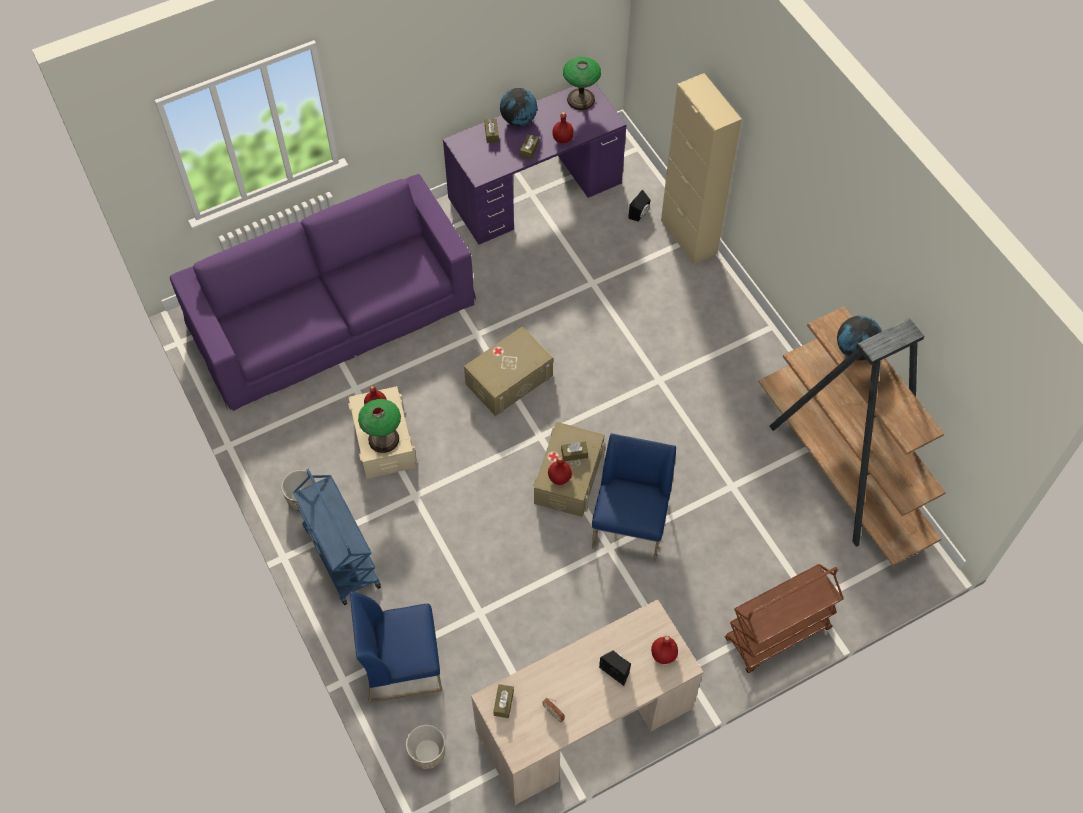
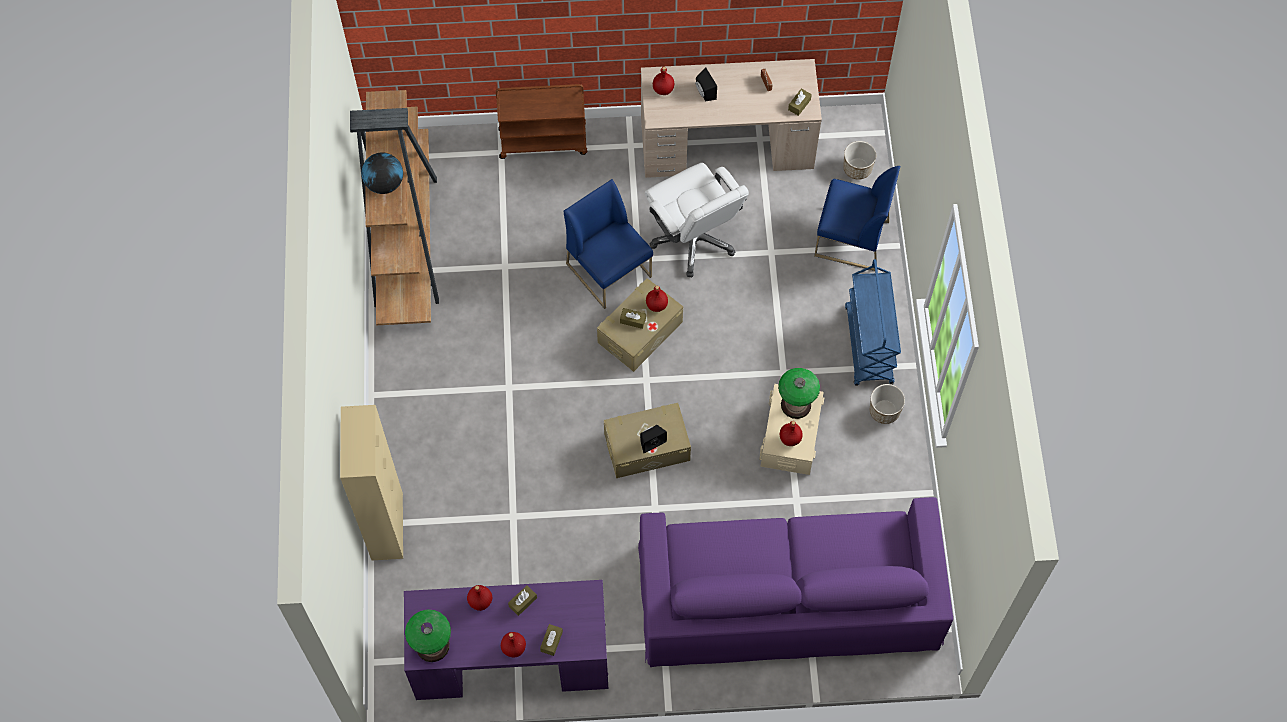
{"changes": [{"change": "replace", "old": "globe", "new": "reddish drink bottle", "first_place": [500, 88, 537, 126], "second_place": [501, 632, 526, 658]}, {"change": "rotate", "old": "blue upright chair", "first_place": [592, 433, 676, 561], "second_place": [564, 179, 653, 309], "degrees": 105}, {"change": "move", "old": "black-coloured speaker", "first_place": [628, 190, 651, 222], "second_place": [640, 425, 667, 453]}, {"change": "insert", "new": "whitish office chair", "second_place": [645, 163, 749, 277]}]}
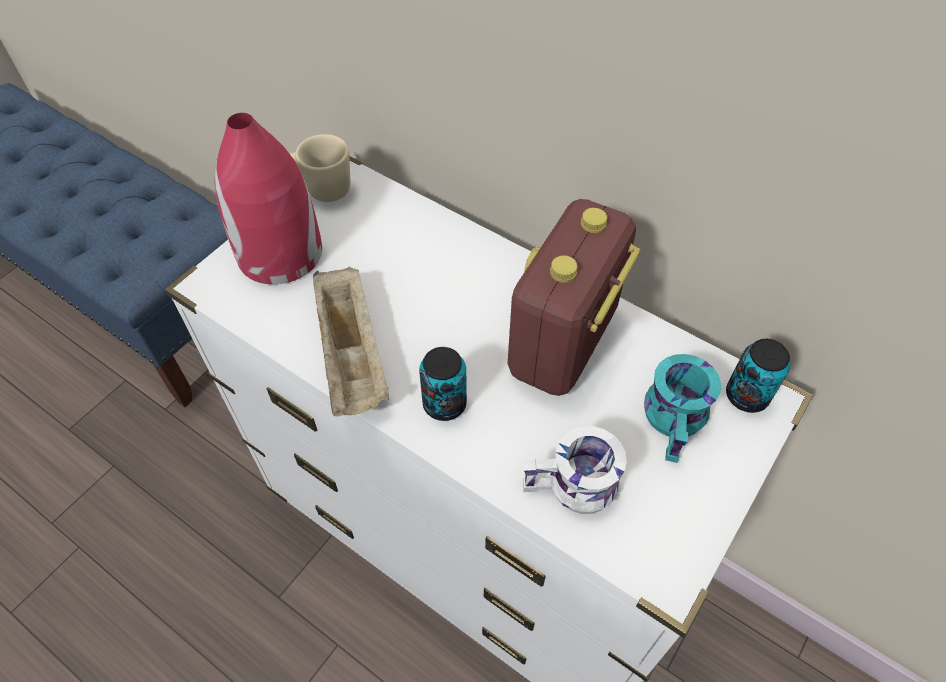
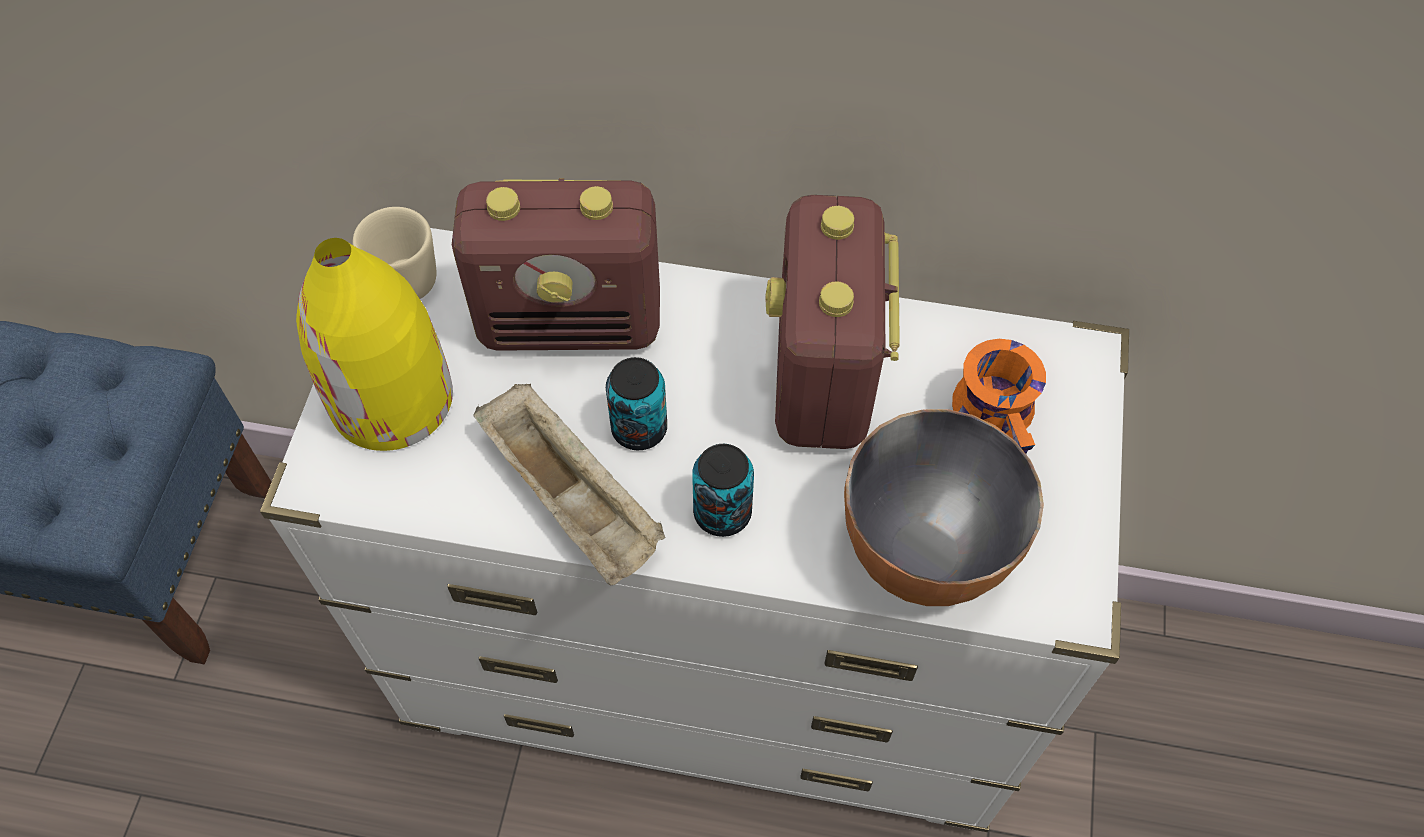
{"changes": [{"change": "recolor", "old": "reddish vase", "new": "yellow vase", "first_place": [214, 113, 322, 285], "second_place": [296, 238, 453, 451]}, {"change": "replace", "old": "whitish coffee mug", "new": "bowl", "first_place": [523, 426, 627, 514], "second_place": [844, 409, 1044, 606]}, {"change": "recolor", "old": "blue-green coffee mug", "new": "orange-coloured coffee mug", "first_place": [644, 354, 721, 463], "second_place": [952, 339, 1046, 454]}, {"change": "move", "old": "sealed can", "first_place": [726, 339, 790, 413], "second_place": [606, 357, 667, 450]}, {"change": "insert", "new": "radio receiver", "second_place": [452, 178, 660, 351]}]}
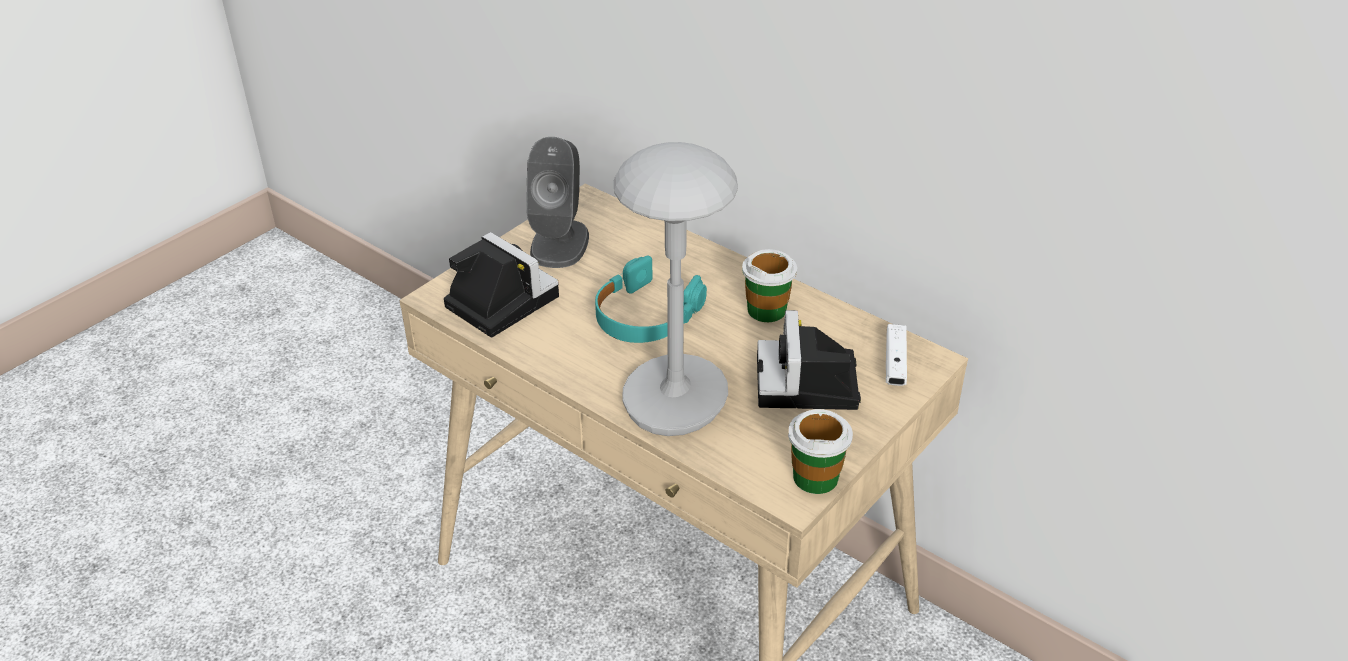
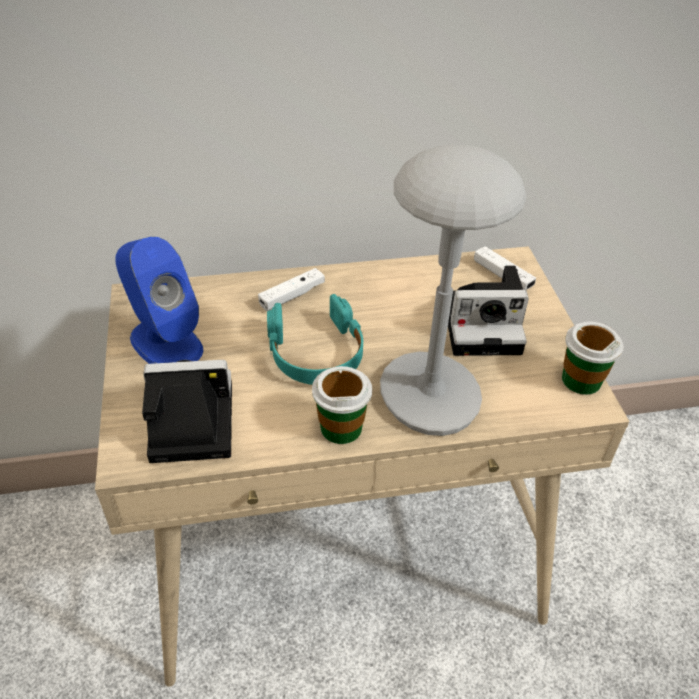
{"changes": [{"change": "recolor", "old": "gray speaker", "new": "blue speaker", "first_place": [526, 137, 589, 268], "second_place": [115, 237, 203, 364]}, {"change": "move", "old": "cup", "first_place": [742, 249, 797, 322], "second_place": [312, 366, 372, 444]}, {"change": "rotate", "old": "still camera", "first_place": [757, 310, 861, 410], "second_place": [448, 266, 529, 356], "degrees": -45}, {"change": "insert", "new": "whitish joypad", "second_place": [258, 268, 325, 311]}]}
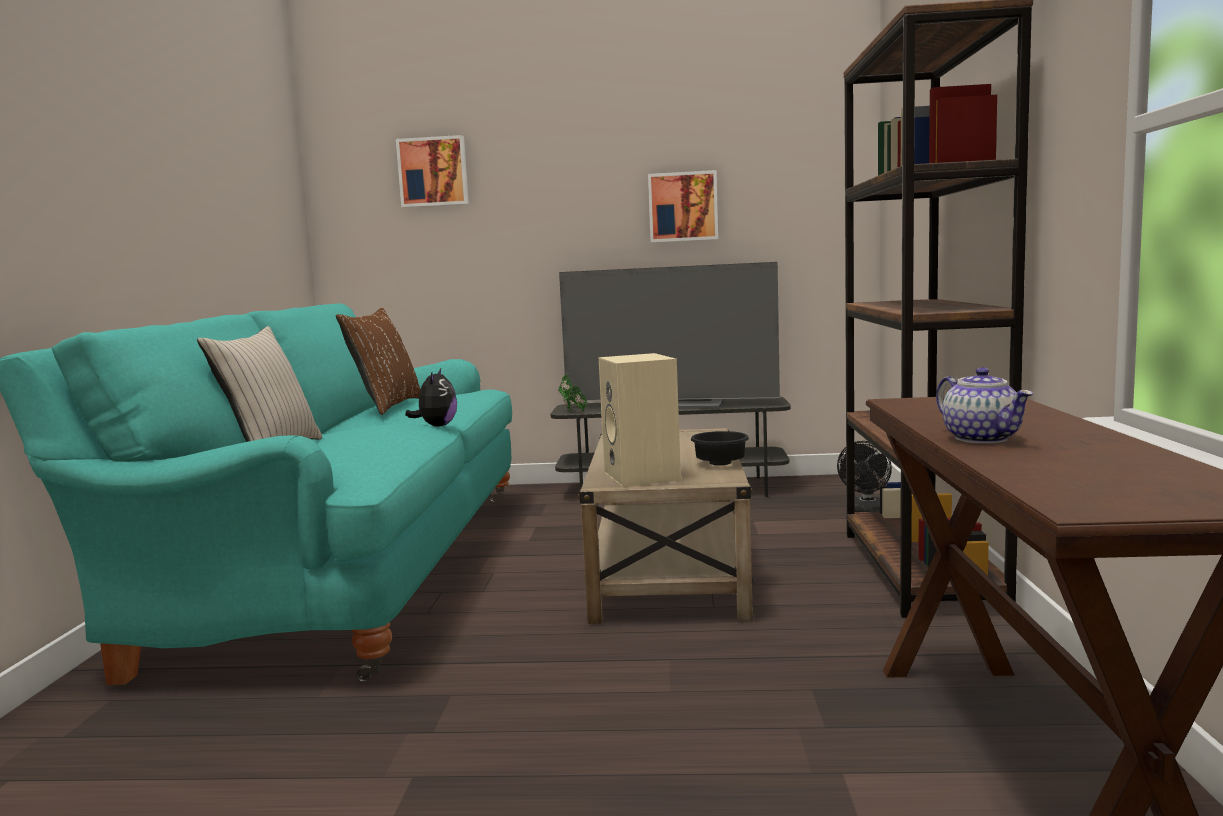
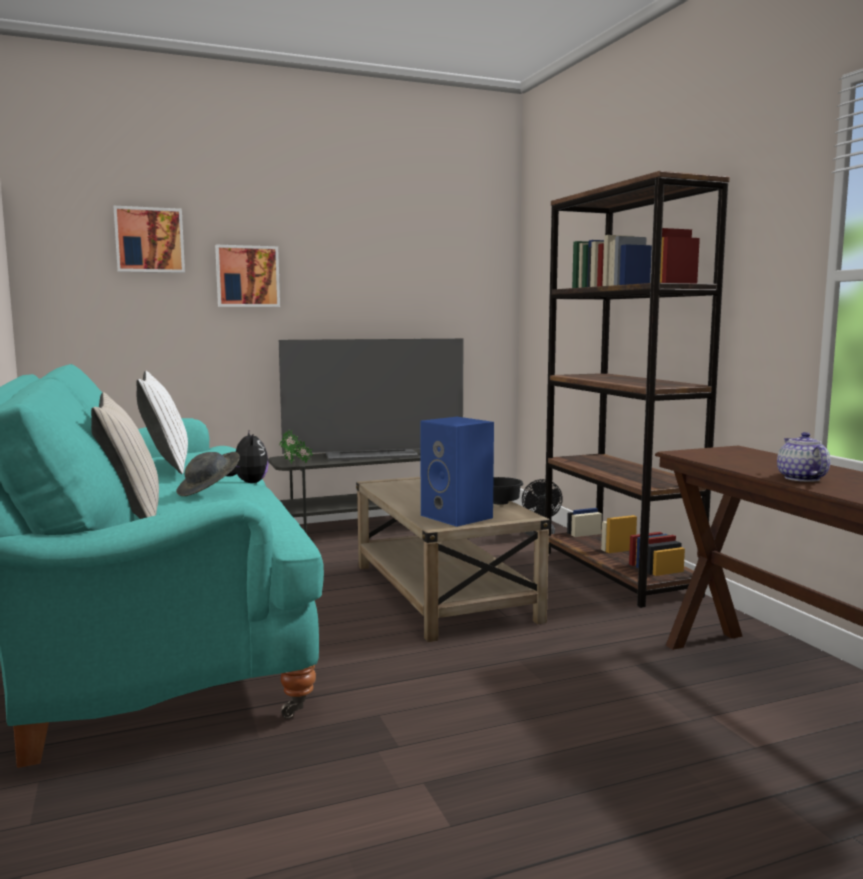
{"changes": [{"change": "recolor", "old": "brownish throw pillow", "new": "whitish throw pillow", "first_place": [336, 307, 421, 415], "second_place": [136, 371, 188, 474]}, {"change": "recolor", "old": "sand-coloured speaker", "new": "blue speaker", "first_place": [599, 353, 681, 487], "second_place": [420, 417, 494, 527]}, {"change": "move", "old": "picture", "first_place": [648, 170, 718, 243], "second_place": [215, 245, 280, 307]}, {"change": "rotate", "old": "pot for tea", "first_place": [936, 367, 1033, 444], "second_place": [777, 432, 831, 482], "degrees": -135}, {"change": "insert", "new": "gray wearable hat", "second_place": [176, 452, 240, 496]}]}
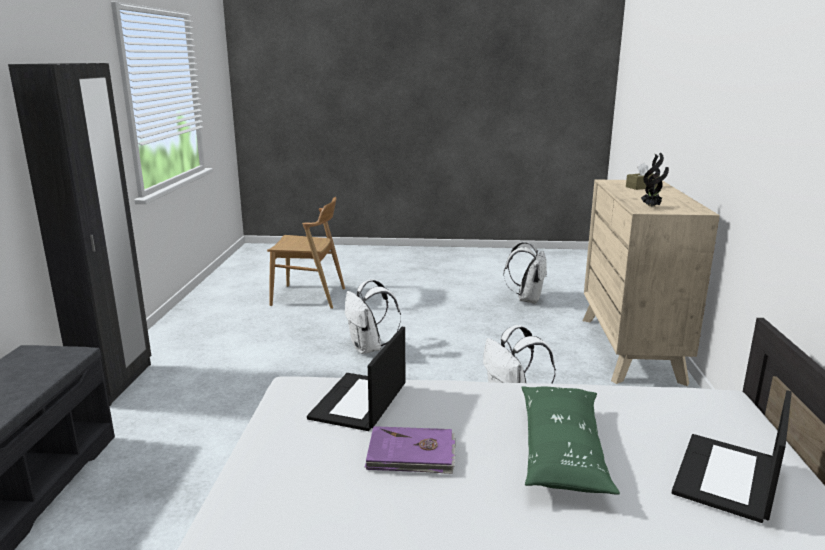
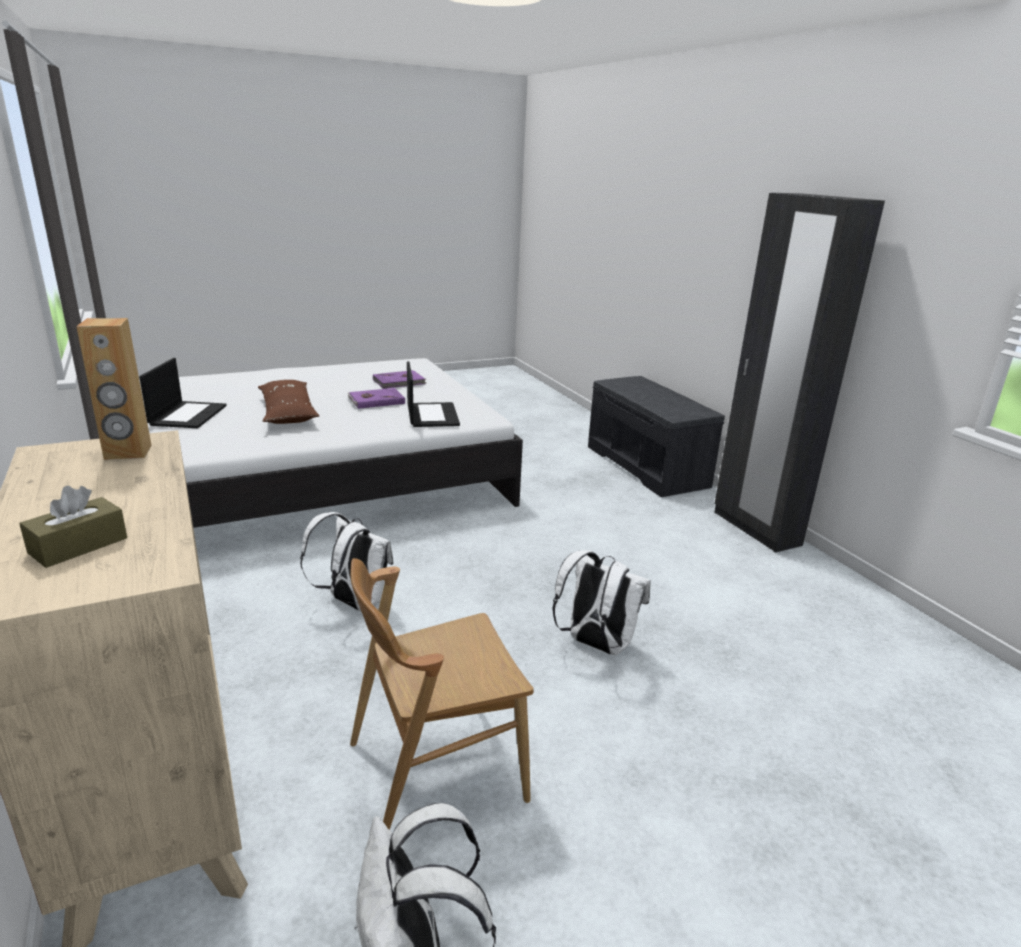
{"changes": [{"change": "move", "old": "brownish upright chair", "first_place": [267, 197, 345, 309], "second_place": [350, 558, 534, 830]}, {"change": "recolor", "old": "green throw pillow", "new": "brownish throw pillow", "first_place": [521, 386, 620, 495], "second_place": [258, 380, 319, 424]}, {"change": "replace", "old": "potted plant", "new": "brownish speaker", "first_place": [641, 153, 669, 207], "second_place": [76, 318, 152, 460]}, {"change": "insert", "new": "purple book", "second_place": [373, 370, 427, 389]}]}
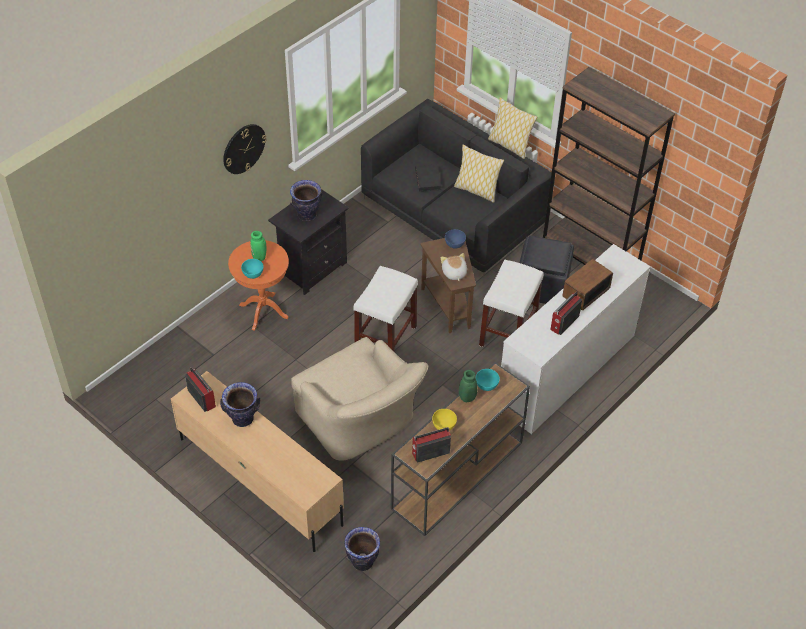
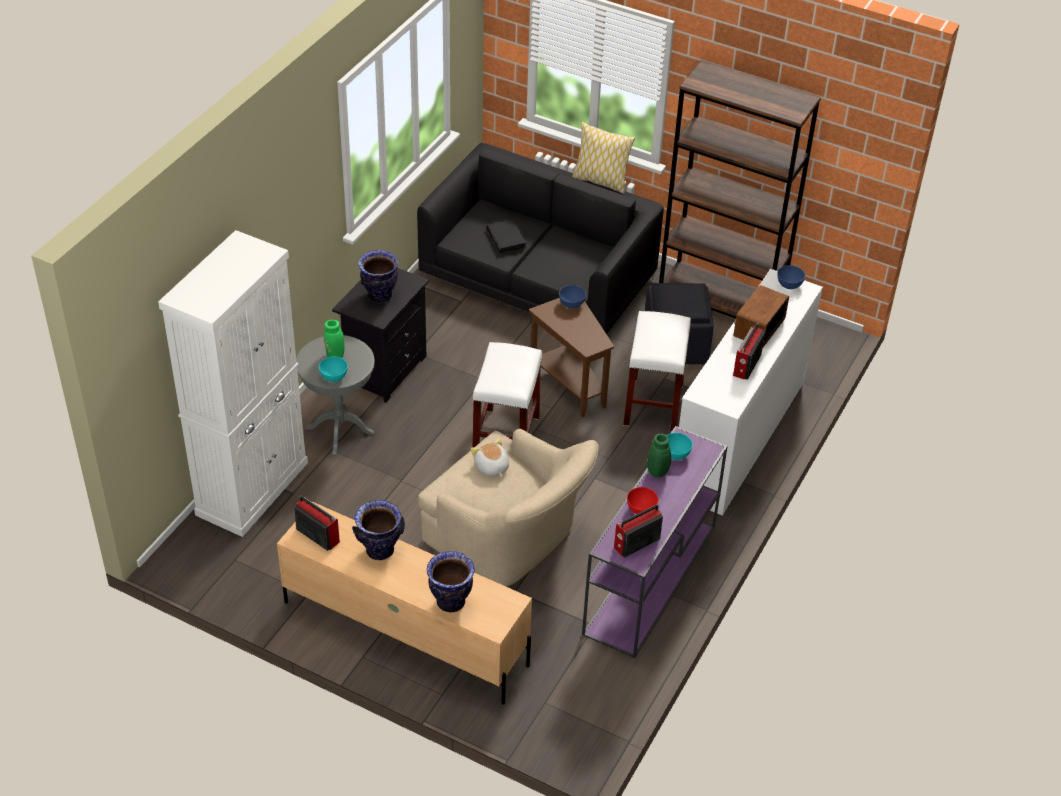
{"changes": [{"change": "delete", "old": "clock on the wall", "first_place": [223, 124, 267, 174]}, {"change": "recolor", "old": "orange-coloured end table", "new": "gray end table", "first_place": [228, 240, 289, 331], "second_place": [296, 335, 375, 456]}, {"change": "move", "old": "vase", "first_place": [344, 527, 380, 571], "second_place": [427, 551, 475, 612]}, {"change": "recolor", "old": "brownish hall table", "new": "purple hall table", "first_place": [391, 362, 530, 536], "second_place": [582, 426, 727, 658]}, {"change": "recolor", "old": "yellow bowl", "new": "reddish bowl", "first_place": [432, 409, 457, 431], "second_place": [627, 487, 658, 514]}, {"change": "move", "old": "soft toy", "first_place": [441, 253, 467, 281], "second_place": [471, 438, 509, 476]}, {"change": "delete", "old": "throw pillow", "first_place": [454, 145, 504, 203]}, {"change": "insert", "new": "whitish cabinet", "second_place": [158, 230, 308, 537]}, {"change": "insert", "new": "blue bowl", "second_place": [777, 265, 805, 289]}]}
